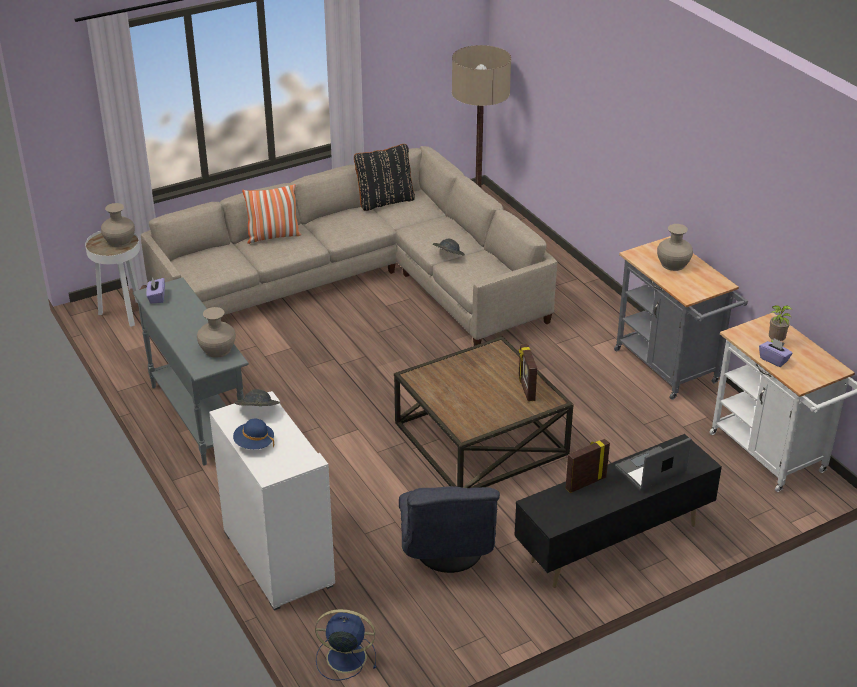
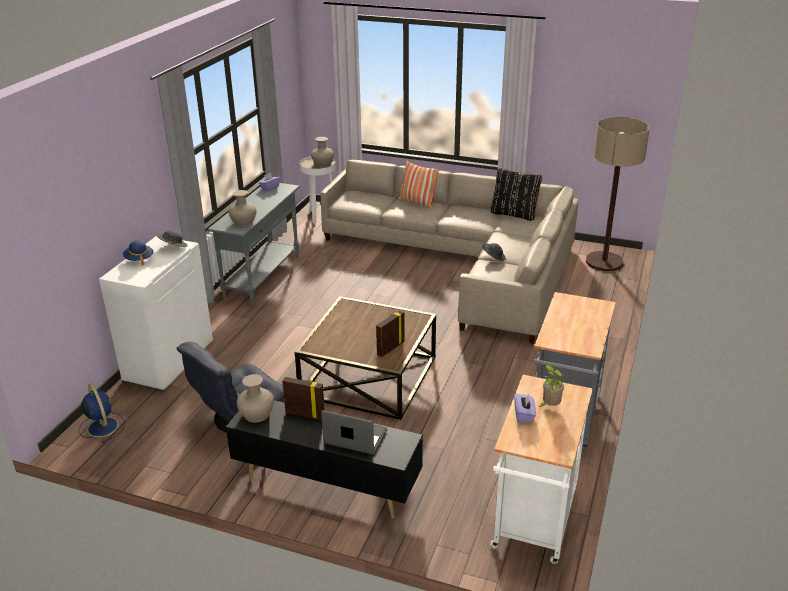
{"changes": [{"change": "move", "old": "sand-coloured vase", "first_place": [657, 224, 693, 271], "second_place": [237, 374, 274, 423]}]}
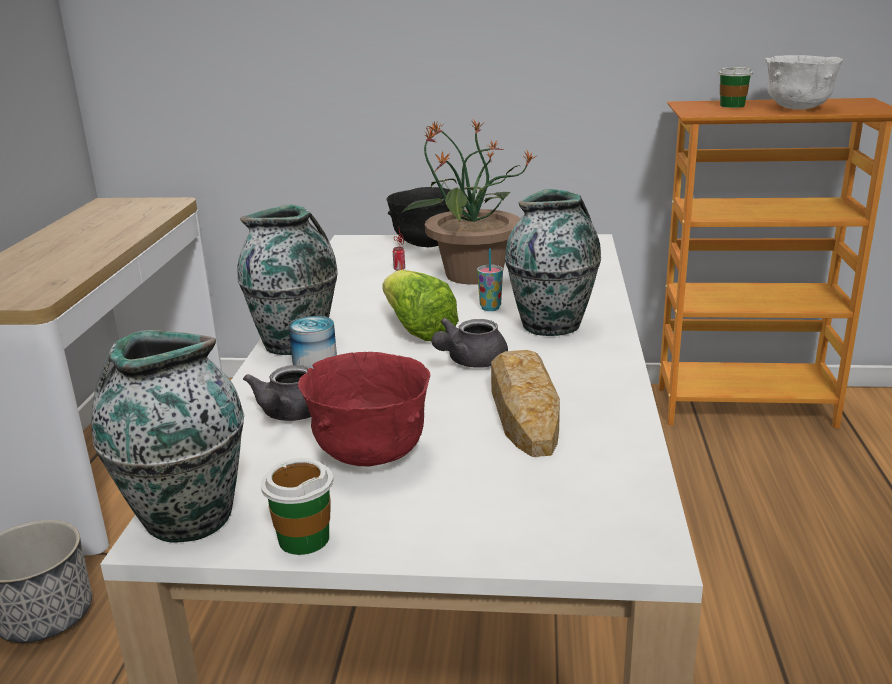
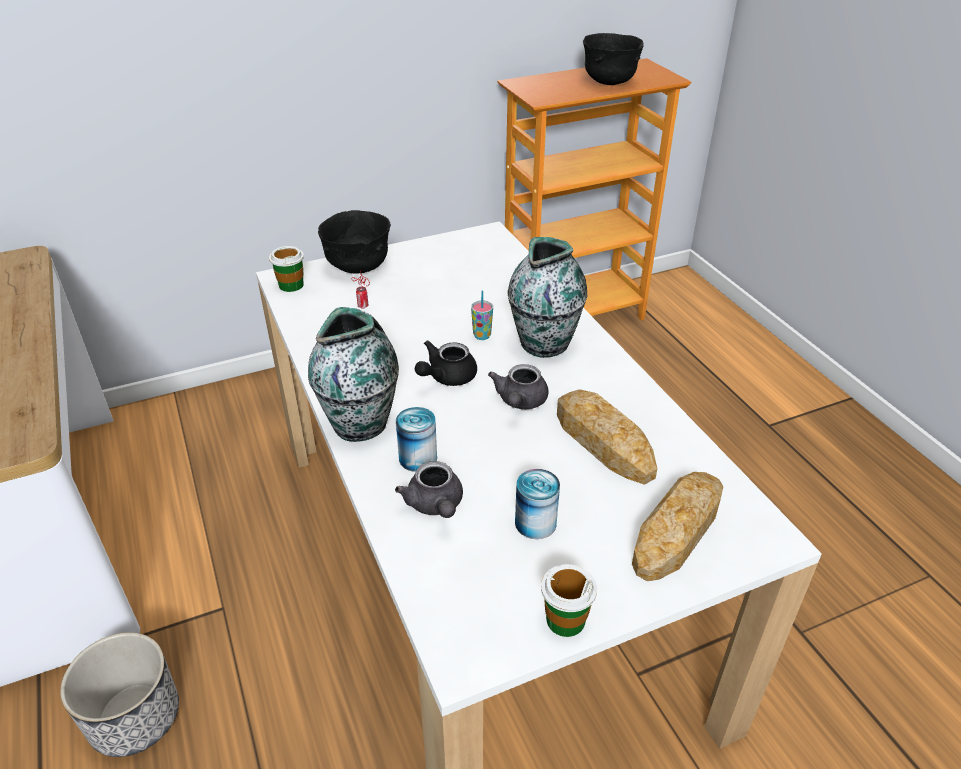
{"changes": [{"change": "delete", "old": "vase", "first_place": [91, 330, 244, 542]}, {"change": "replace", "old": "reddish bowl", "new": "sealed can", "first_place": [298, 352, 431, 466], "second_place": [515, 469, 560, 539]}, {"change": "replace", "old": "head of lettuce", "new": "black-coloured pot for tea", "first_place": [382, 270, 459, 341], "second_place": [415, 340, 477, 386]}, {"change": "delete", "old": "potted plant", "first_place": [402, 120, 537, 285]}, {"change": "move", "old": "cup", "first_place": [719, 67, 753, 108], "second_place": [269, 246, 304, 292]}, {"change": "recolor", "old": "whitish bowl", "new": "black-coloured bowl", "first_place": [765, 55, 843, 110], "second_place": [583, 33, 644, 85]}, {"change": "insert", "new": "bread", "second_place": [632, 472, 723, 581]}]}
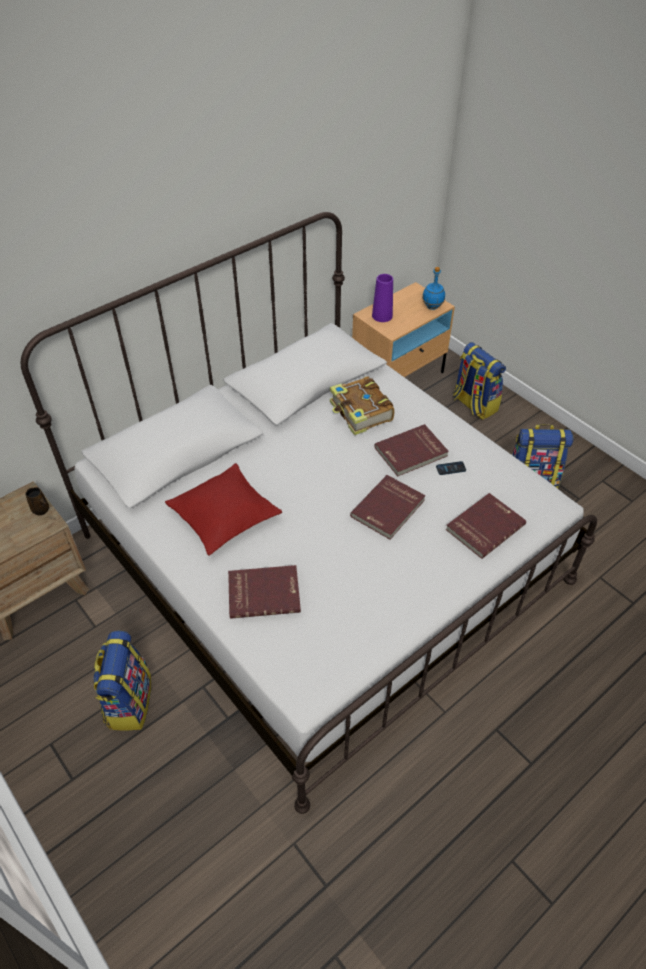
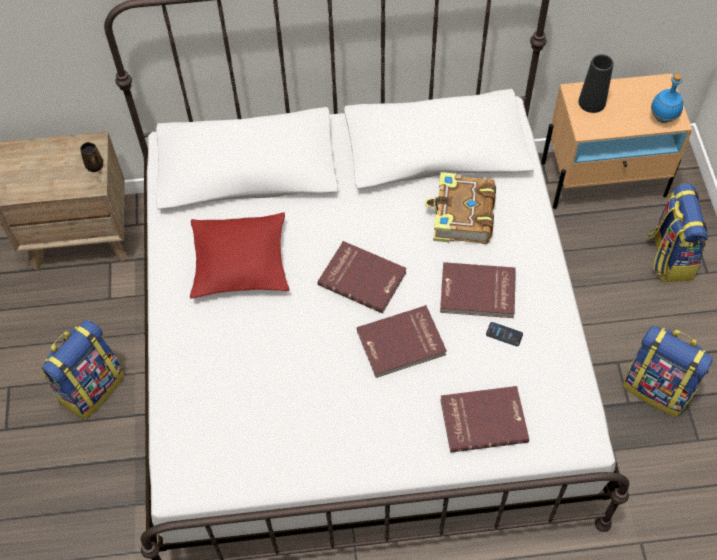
{"changes": [{"change": "move", "old": "reddish book", "first_place": [228, 565, 301, 619], "second_place": [318, 241, 407, 313]}, {"change": "recolor", "old": "purple vase", "new": "black-coloured vase", "first_place": [372, 274, 393, 322], "second_place": [578, 54, 614, 113]}]}
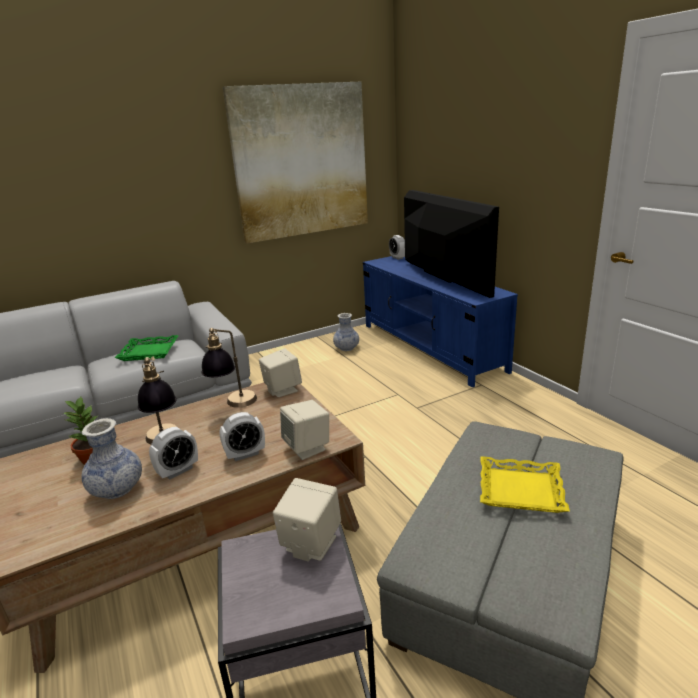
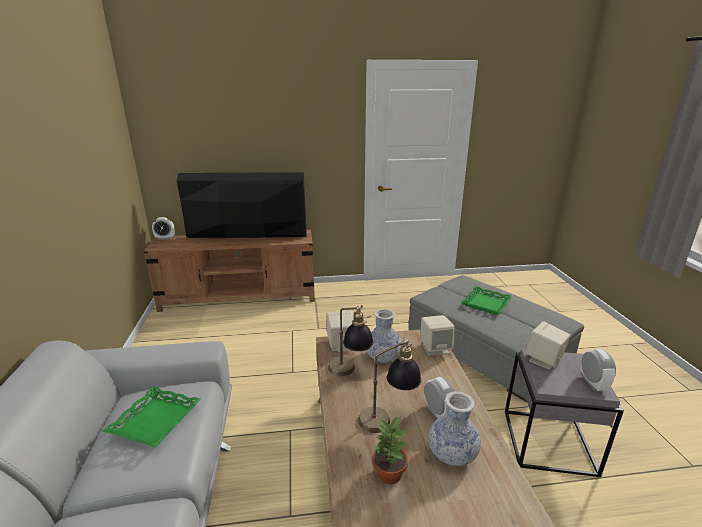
{"changes": [{"change": "move", "old": "table clock", "first_place": [220, 412, 265, 461], "second_place": [580, 349, 616, 391]}, {"change": "delete", "old": "picture", "first_place": [223, 82, 368, 244]}, {"change": "move", "old": "vase", "first_place": [333, 313, 359, 351], "second_place": [366, 308, 403, 363]}, {"change": "recolor", "old": "blue media console", "new": "brownish media console", "first_place": [363, 256, 518, 387], "second_place": [144, 230, 315, 312]}, {"change": "recolor", "old": "yellow carrying tray", "new": "green carrying tray", "first_place": [480, 456, 570, 513], "second_place": [462, 286, 512, 315]}]}
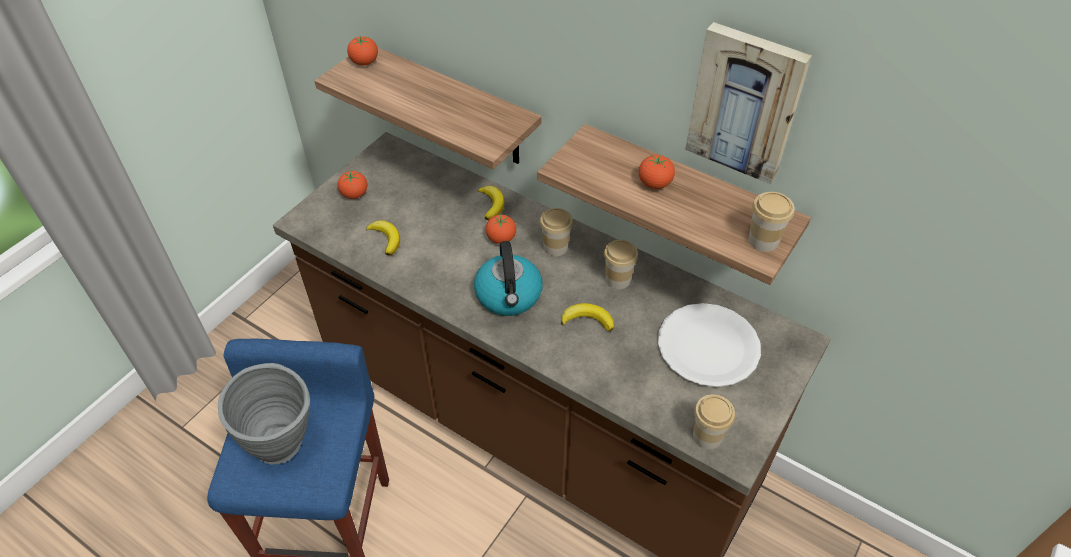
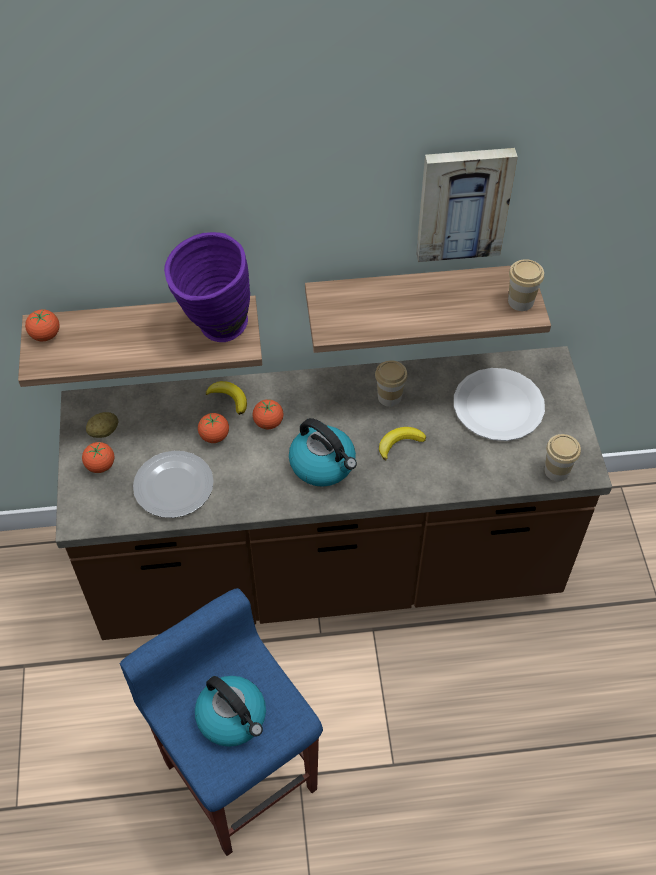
{"changes": [{"change": "replace", "old": "gray vase", "new": "water kettle", "first_place": [218, 363, 310, 464], "second_place": [195, 676, 266, 747]}, {"change": "replace", "old": "banana", "new": "plate", "first_place": [366, 220, 400, 255], "second_place": [133, 451, 214, 518]}, {"change": "delete", "old": "cup", "first_place": [540, 208, 573, 256]}, {"change": "move", "old": "tomato", "first_place": [639, 155, 675, 189], "second_place": [198, 413, 229, 443]}, {"change": "insert", "new": "potato", "second_place": [86, 412, 118, 438]}, {"change": "insert", "new": "purple vase", "second_place": [164, 232, 250, 342]}]}
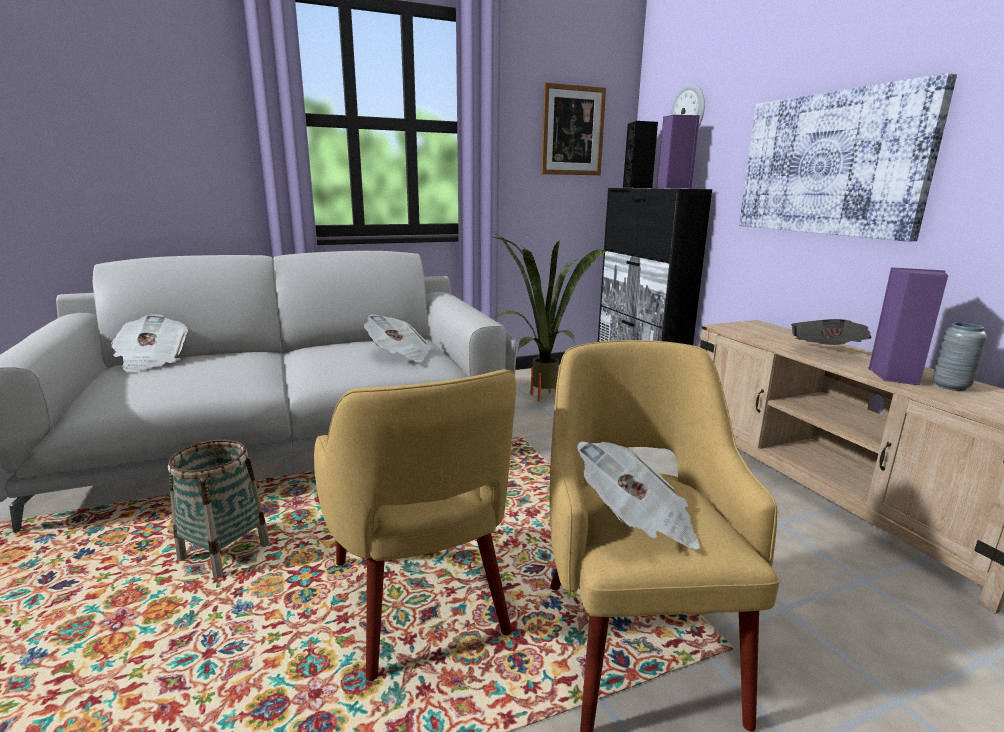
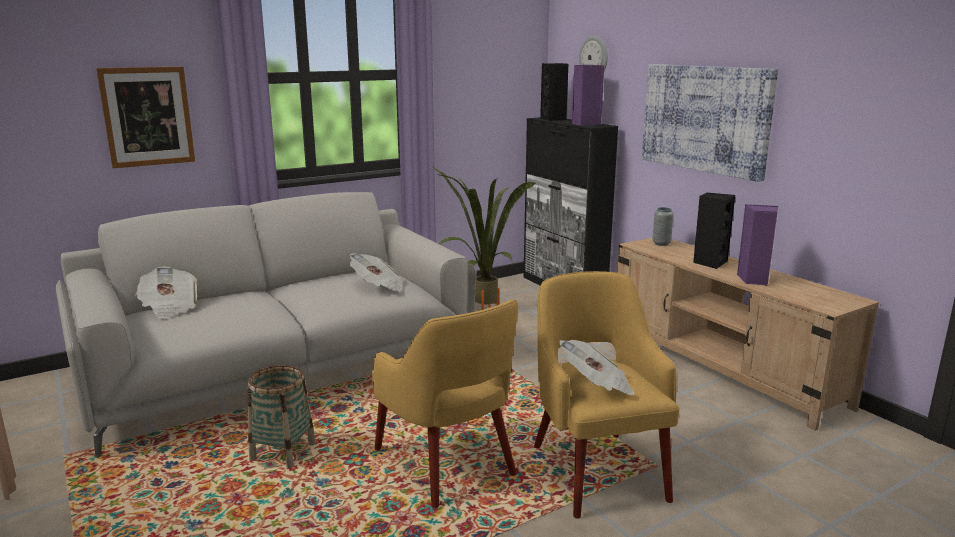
{"changes": [{"change": "move", "old": "picture", "first_place": [541, 82, 606, 175], "second_place": [96, 66, 195, 168]}, {"change": "replace", "old": "newspaper", "new": "black-coloured speaker", "first_place": [791, 319, 872, 345], "second_place": [693, 193, 735, 269]}, {"change": "move", "old": "gray vase", "first_place": [933, 322, 987, 391], "second_place": [652, 207, 674, 246]}]}
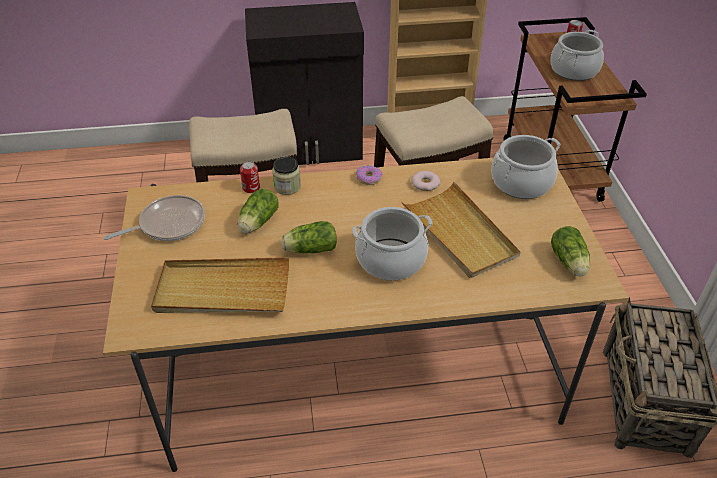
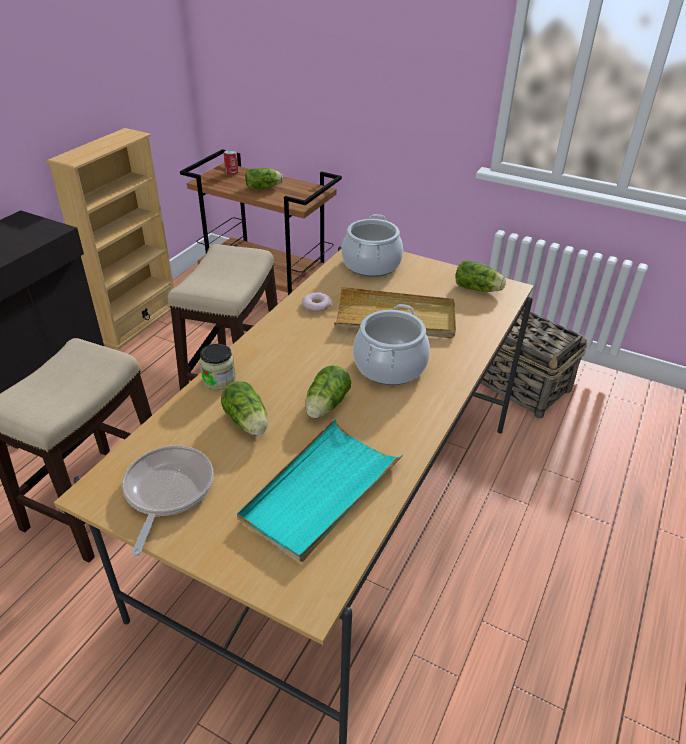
{"changes": [{"change": "recolor", "old": "sand-coloured carrying tray", "new": "blue-green carrying tray", "first_place": [151, 257, 289, 313], "second_place": [237, 418, 403, 562]}, {"change": "delete", "old": "sealed can", "first_place": [240, 161, 260, 193]}, {"change": "delete", "old": "doughnut", "first_place": [356, 165, 383, 185]}, {"change": "replace", "old": "cooking pot", "new": "head of lettuce", "first_place": [550, 30, 604, 81], "second_place": [245, 168, 283, 190]}]}
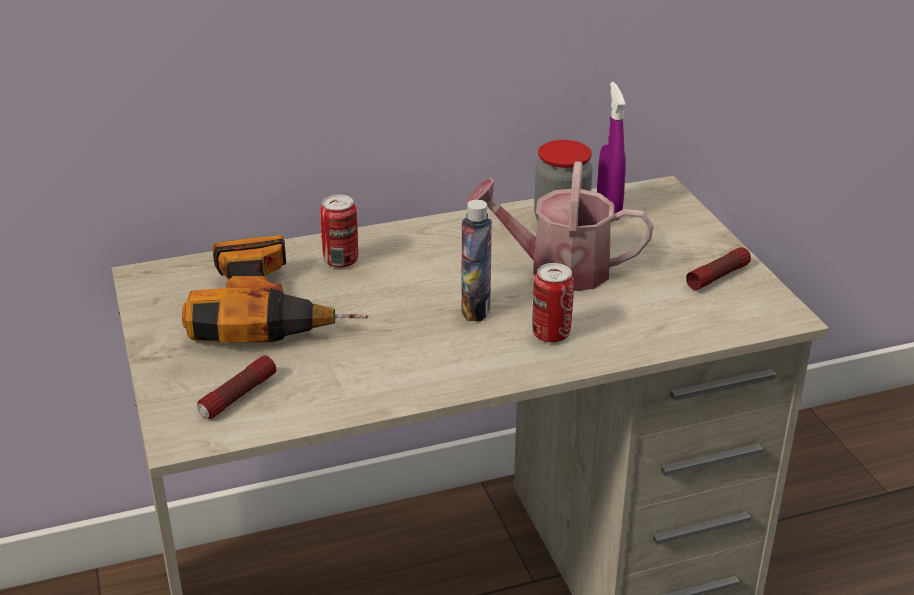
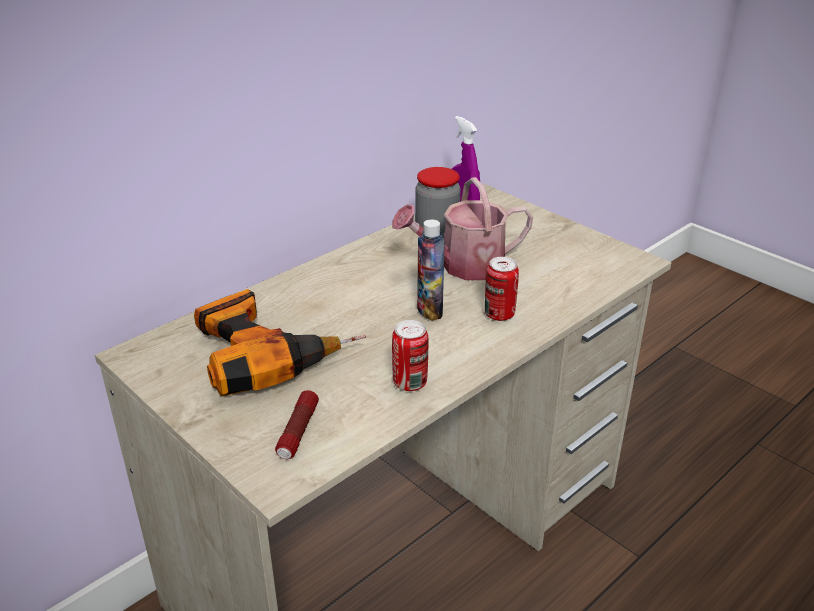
{"changes": [{"change": "move", "old": "sealed can", "first_place": [320, 194, 358, 268], "second_place": [392, 320, 428, 391]}, {"change": "delete", "old": "torch", "first_place": [686, 247, 751, 290]}]}
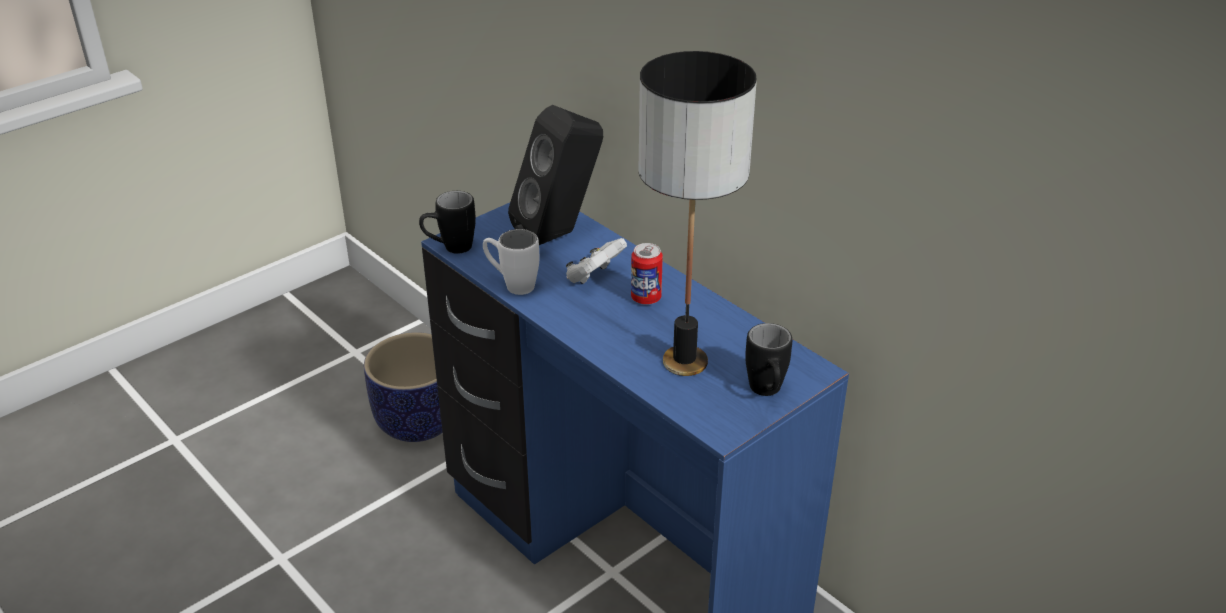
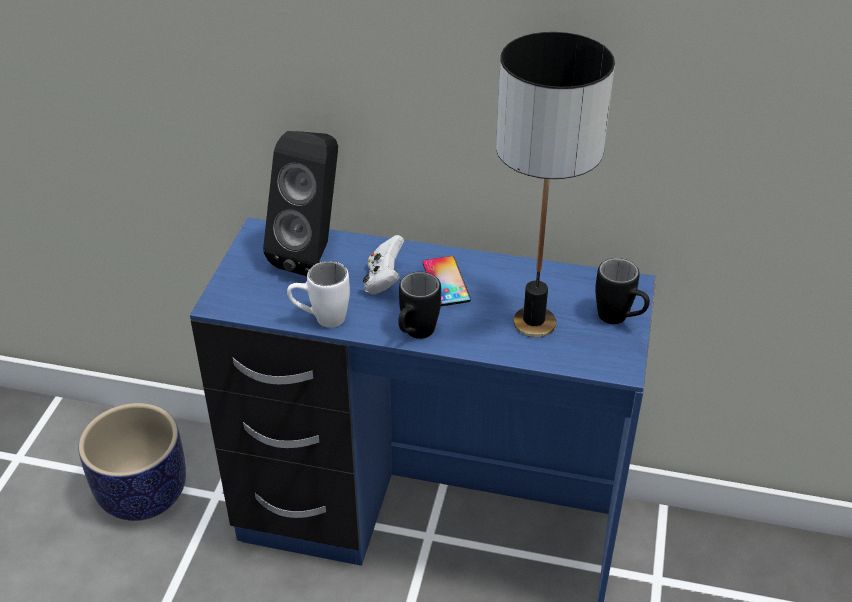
{"changes": [{"change": "move", "old": "black-coloured coffee mug", "first_place": [419, 191, 476, 254], "second_place": [398, 272, 441, 339]}, {"change": "replace", "old": "sealed can", "new": "handset", "first_place": [631, 243, 663, 305], "second_place": [423, 256, 471, 306]}]}
